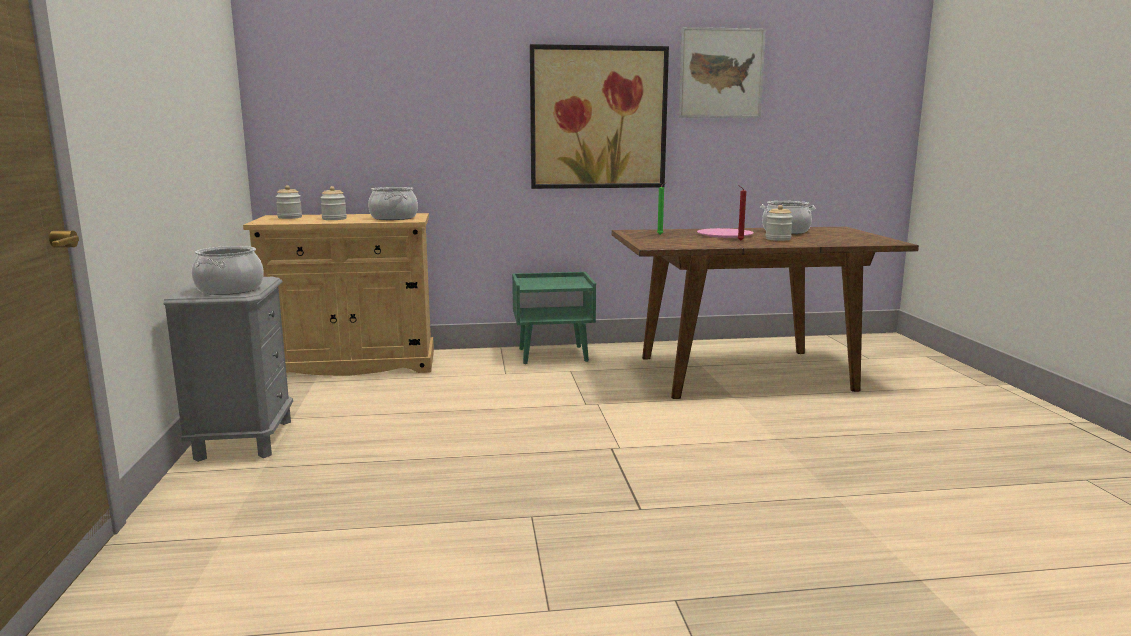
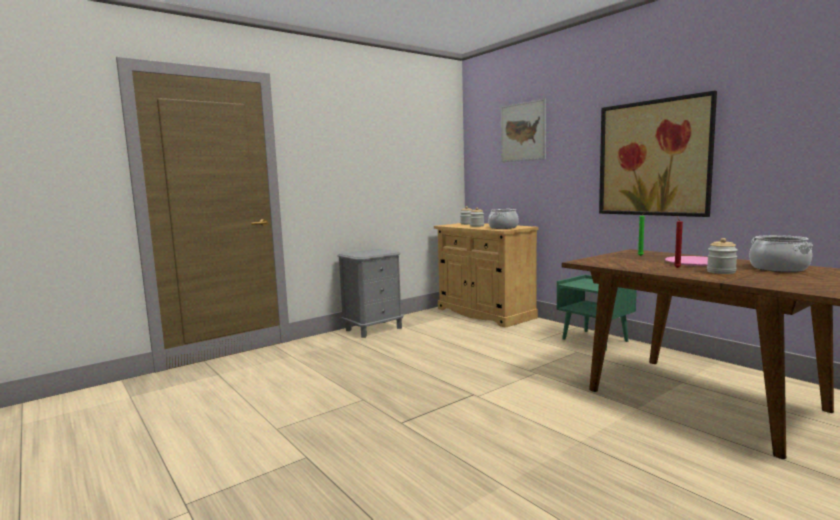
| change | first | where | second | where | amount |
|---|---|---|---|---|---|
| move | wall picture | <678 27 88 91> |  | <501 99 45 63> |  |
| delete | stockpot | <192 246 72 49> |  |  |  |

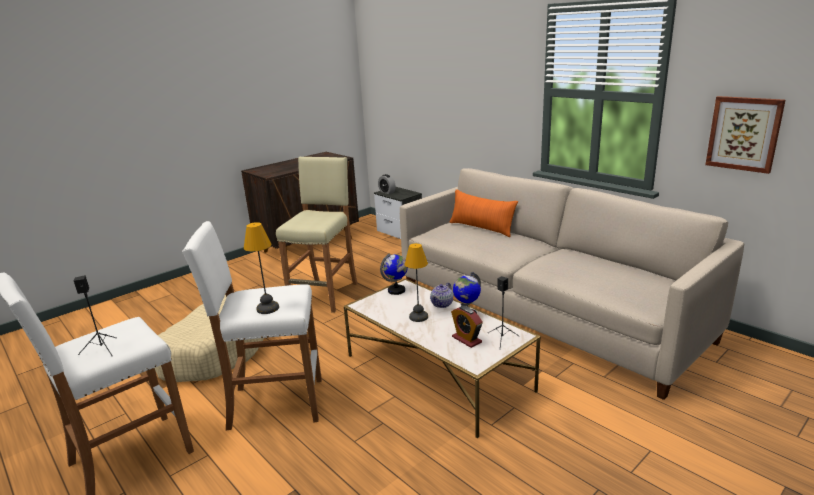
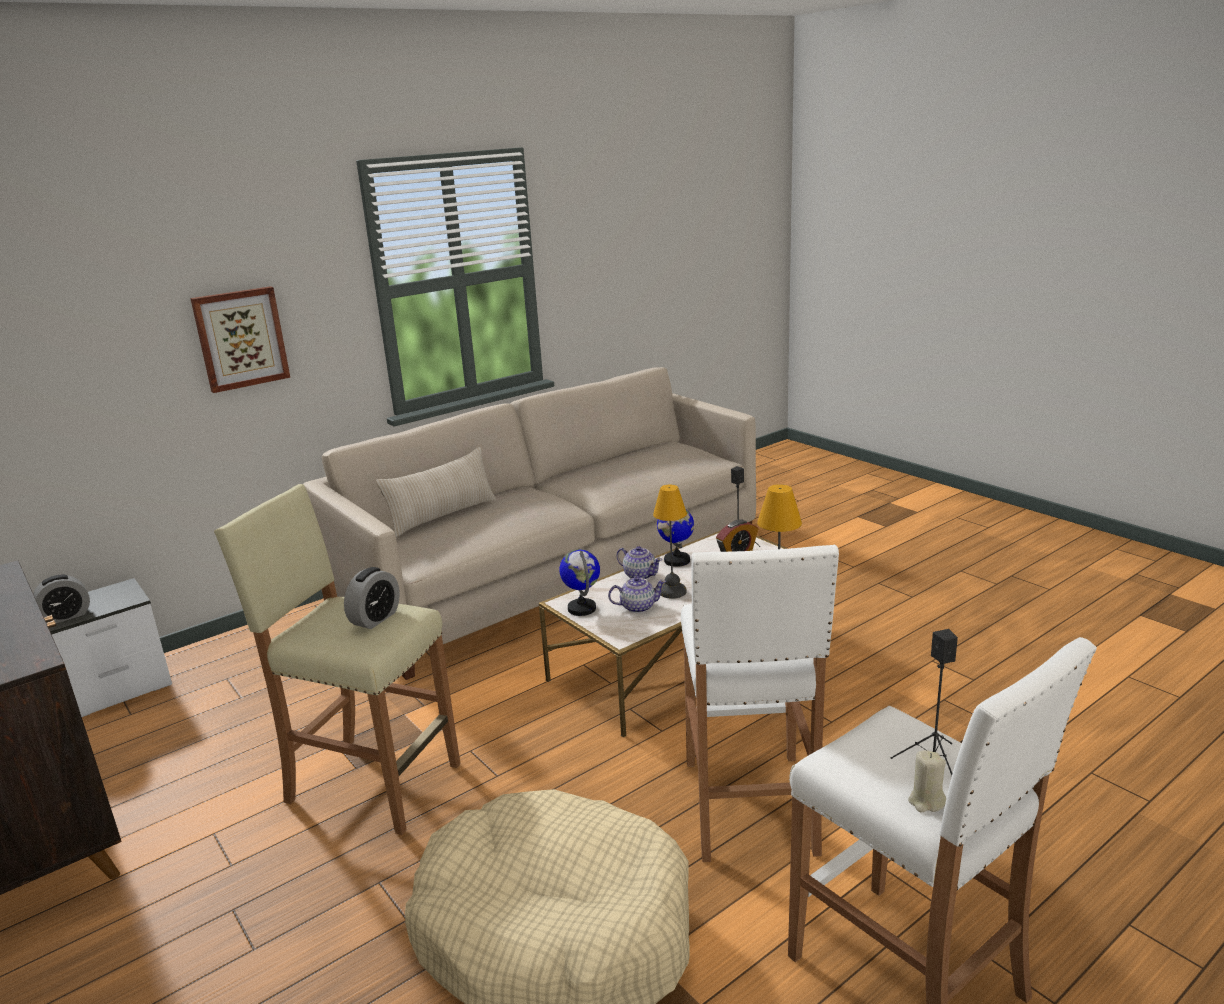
| change | first | where | second | where | amount |
|---|---|---|---|---|---|
| move | wall picture | <705 96 80 78> |  | <190 286 100 107> |  |
| insert |  |  | bedside clock | <344 567 56 62> |  |
| recolor | orange cushion | <449 189 69 48> | beige cushion | <376 447 120 90> |  |
| insert |  |  | tea pot | <608 576 58 37> |  |
| insert |  |  | beige wax candle | <908 750 38 62> |  |

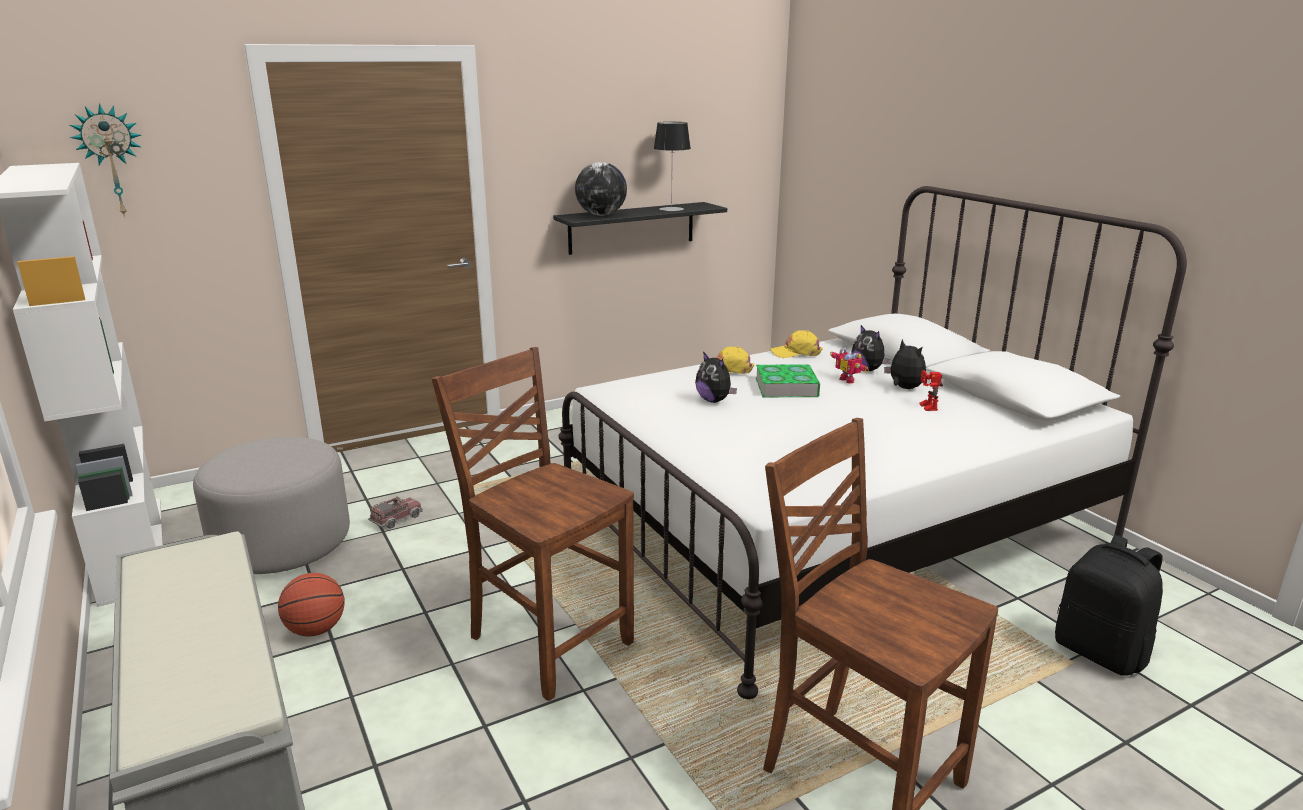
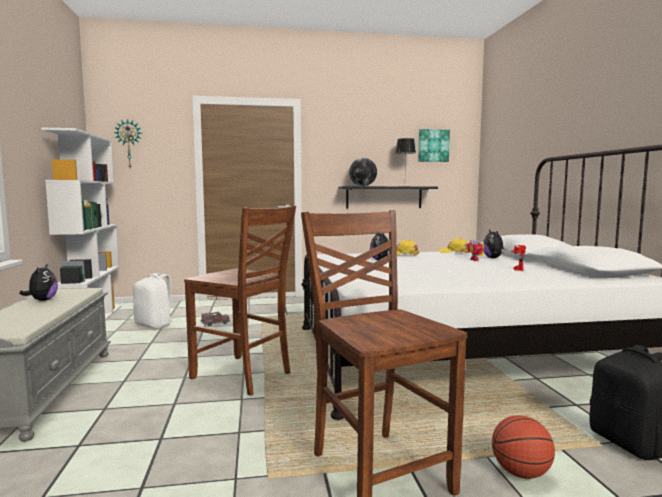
| change | first | where | second | where | amount |
|---|---|---|---|---|---|
| move | cuddly toy | <884 339 42 50> |  | <19 263 39 38> |  |
| replace | grey ottoman | <193 437 157 137> | whitish backpack | <133 273 42 56> |  |
| rotate | brown-coloured chair | <432 347 202 354> |  | <184 205 112 191> | 150 degrees clockwise |
| insert |  |  | wall picture | <418 129 32 33> |  |
| move | ball for basketball | <278 573 67 63> |  | <492 415 63 64> |  |
| delete | book | <756 364 64 33> |  |  |  |

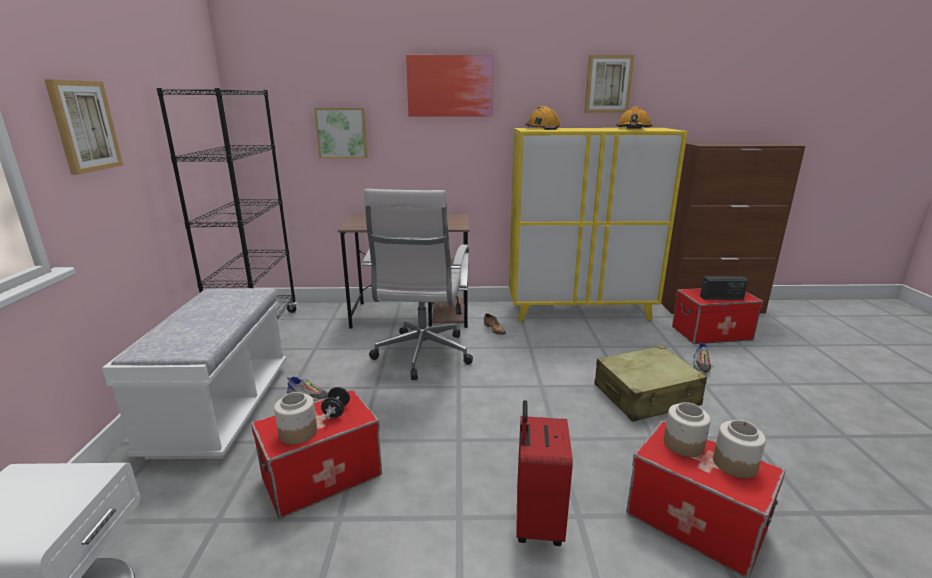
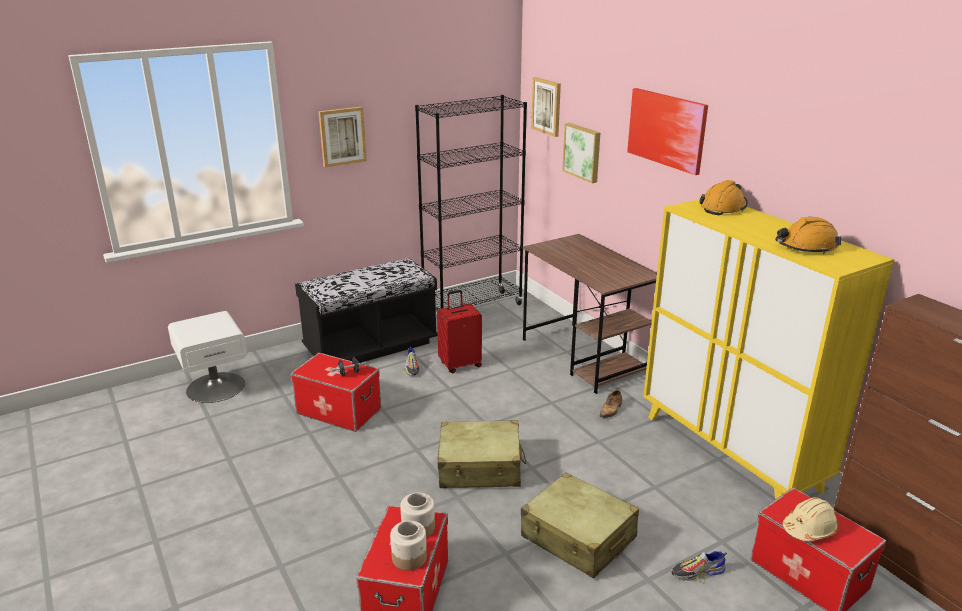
| change | first | where | second | where | amount |
|---|---|---|---|---|---|
| recolor | whitish long seat | <102 288 184 171> | blackish long seat | <295 258 143 105> |  |
| move | red-coloured travel case | <516 400 57 146> |  | <437 290 45 83> |  |
| insert |  |  | beige travel case | <438 420 89 68> |  |
| move | wall picture | <584 55 50 58> |  | <531 77 30 60> |  |
| replace | radio set | <700 276 48 24> | beige work helmet | <783 497 56 44> |  |
| delete | jar | <274 392 43 52> |  |  |  |
| delete | whitish computer chair | <362 189 111 191> |  |  |  |

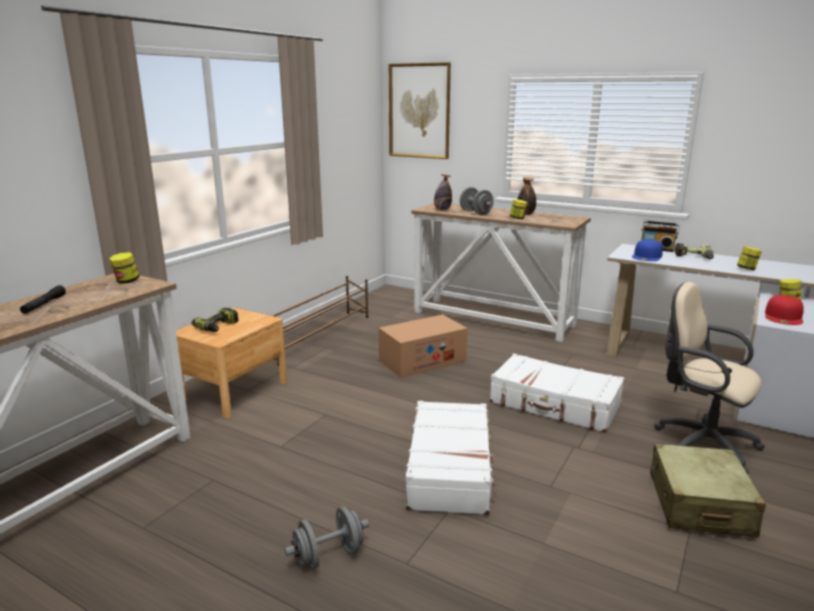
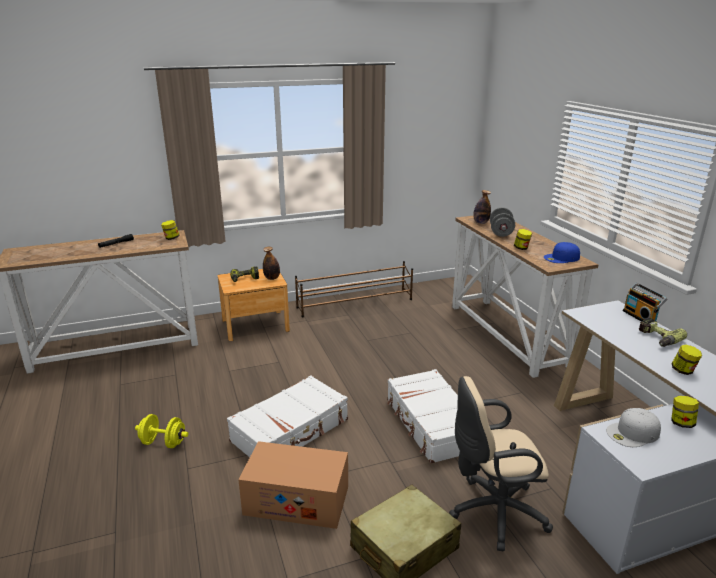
| change | first | where | second | where | amount |
|---|---|---|---|---|---|
| recolor | grey dumbbell | <285 506 84 64> | yellow dumbbell | <135 414 53 34> |  |
| move | packing box | <379 315 89 63> |  | <238 441 110 88> |  |
| move | bottle | <518 177 18 38> |  | <263 247 17 33> |  |
| rotate | beige computer chair | <654 282 111 192> |  | <449 376 104 175> | 90 degrees counterclockwise |
| move | bluish baseball cap | <632 239 31 22> |  | <544 242 36 21> |  |
| recolor | red-coloured baseball cap | <765 295 39 30> | whitish baseball cap | <606 408 55 39> |  |
| delete | wall picture | <389 62 62 97> |  |  |  |

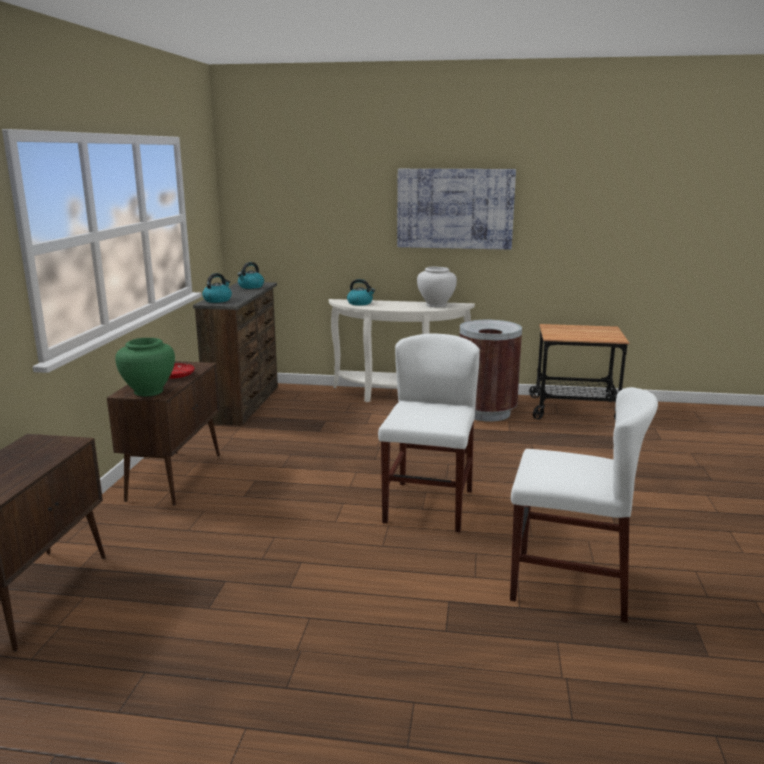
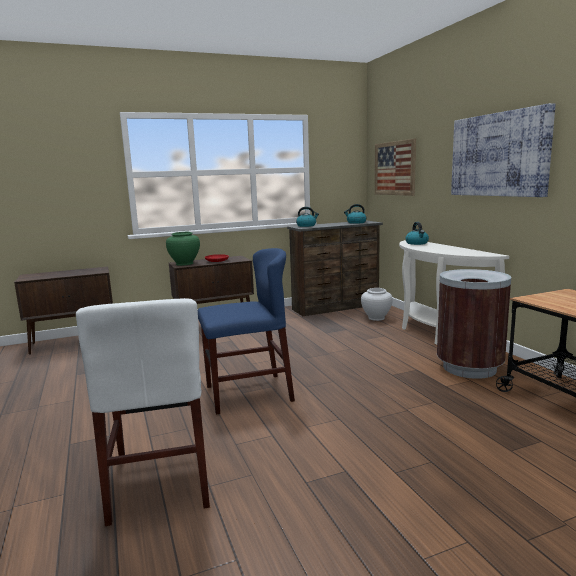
| change | first | where | second | where | amount |
|---|---|---|---|---|---|
| recolor | whitish chair | <378 333 102 200> | bluish chair | <198 248 97 167> |  |
| move | whitish decorative vase | <417 267 40 40> |  | <361 288 32 33> |  |
| insert |  |  | wall picture | <375 139 41 57> |  |

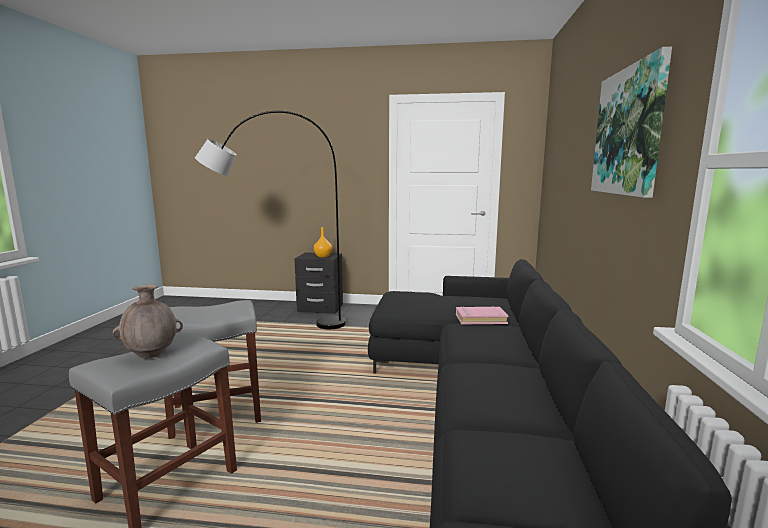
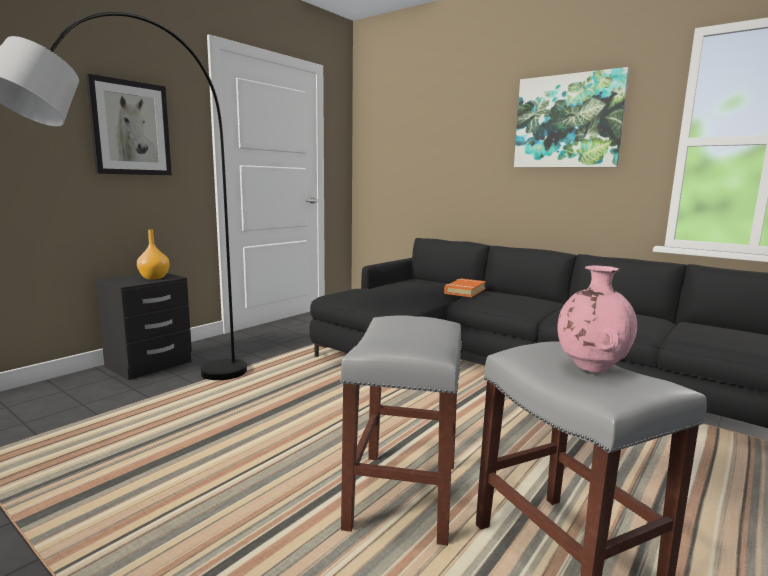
| change | first | where | second | where | amount |
|---|---|---|---|---|---|
| insert |  |  | wall picture | <86 74 86 101> |  |
| recolor | pink-coloured book | <456 306 52 19> | orange book | <444 278 42 19> |  |
| recolor | brown-coloured decorative vase | <113 284 70 74> | pink-coloured decorative vase | <557 266 80 107> |  |

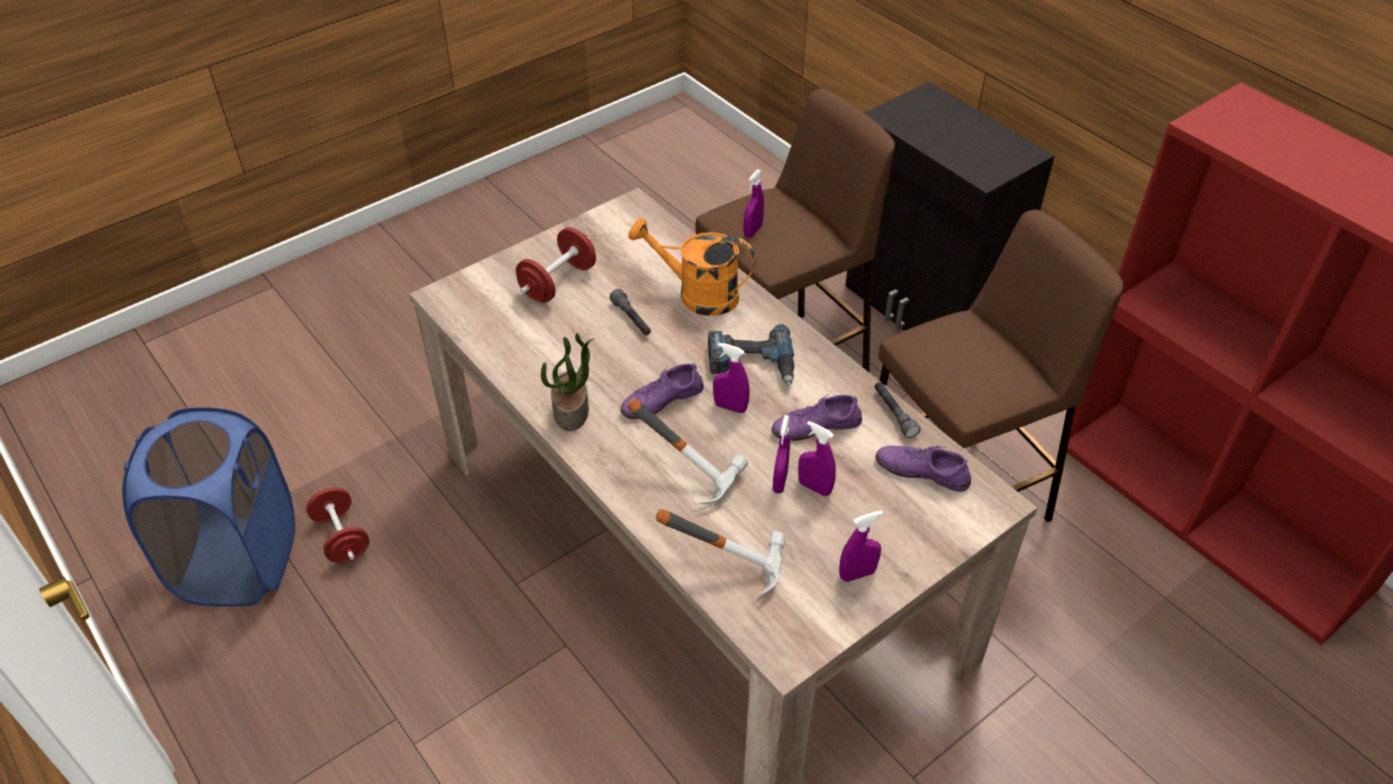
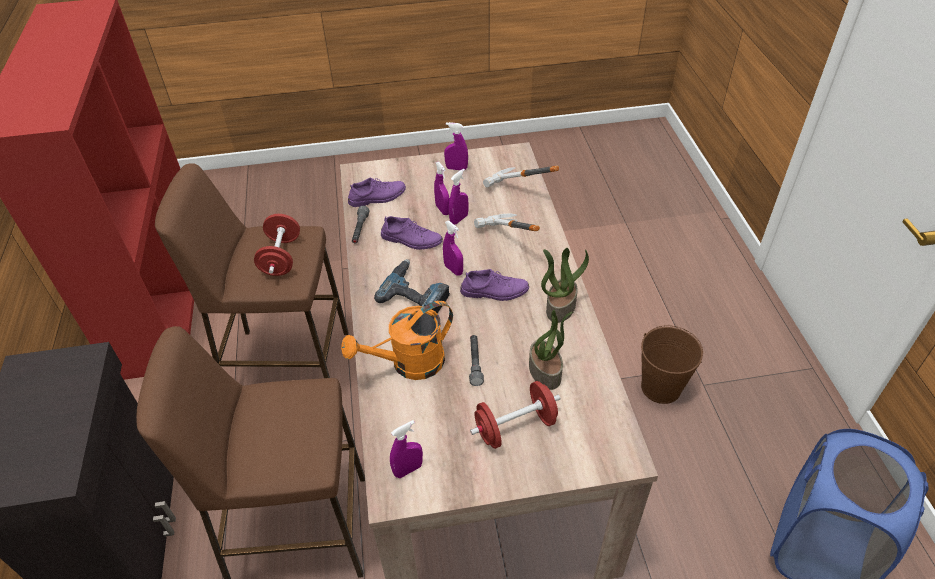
| change | first | where | second | where | amount |
|---|---|---|---|---|---|
| move | red-coloured dumbbell | <306 487 63 76> |  | <254 214 46 62> |  |
| rotate | orange sprinkling can | <628 218 128 98> |  | <341 301 112 79> | 105 degrees clockwise |
| rotate | purple-coloured item of footwear | <875 446 96 46> |  | <348 178 58 29> | 75 degrees counterclockwise |
| move | purple-coloured sprayer | <744 169 20 69> |  | <390 420 33 58> |  |
| insert |  |  | houseplant | <529 310 43 80> |  |
| insert |  |  | brown-coloured pail | <641 325 62 79> |  |

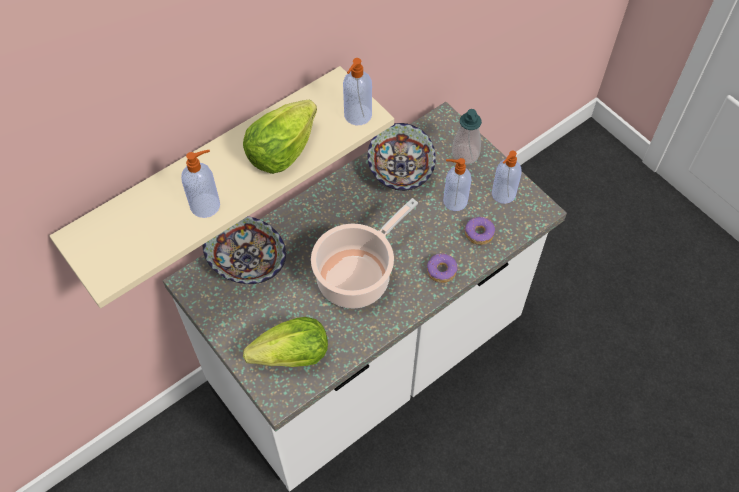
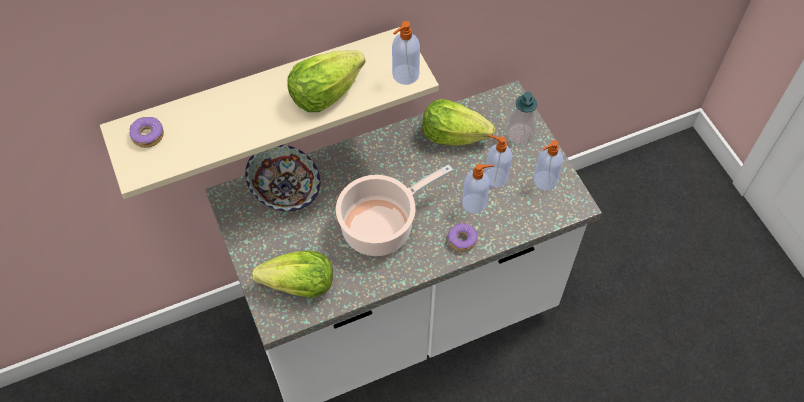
| change | first | where | second | where | amount |
|---|---|---|---|---|---|
| move | donut | <465 217 30 28> |  | <129 117 35 31> |  |
| replace | bowl | <368 123 68 68> | head of lettuce | <422 99 73 47> |  |
| move | soap bottle | <181 150 39 68> |  | <462 164 32 50> |  |

